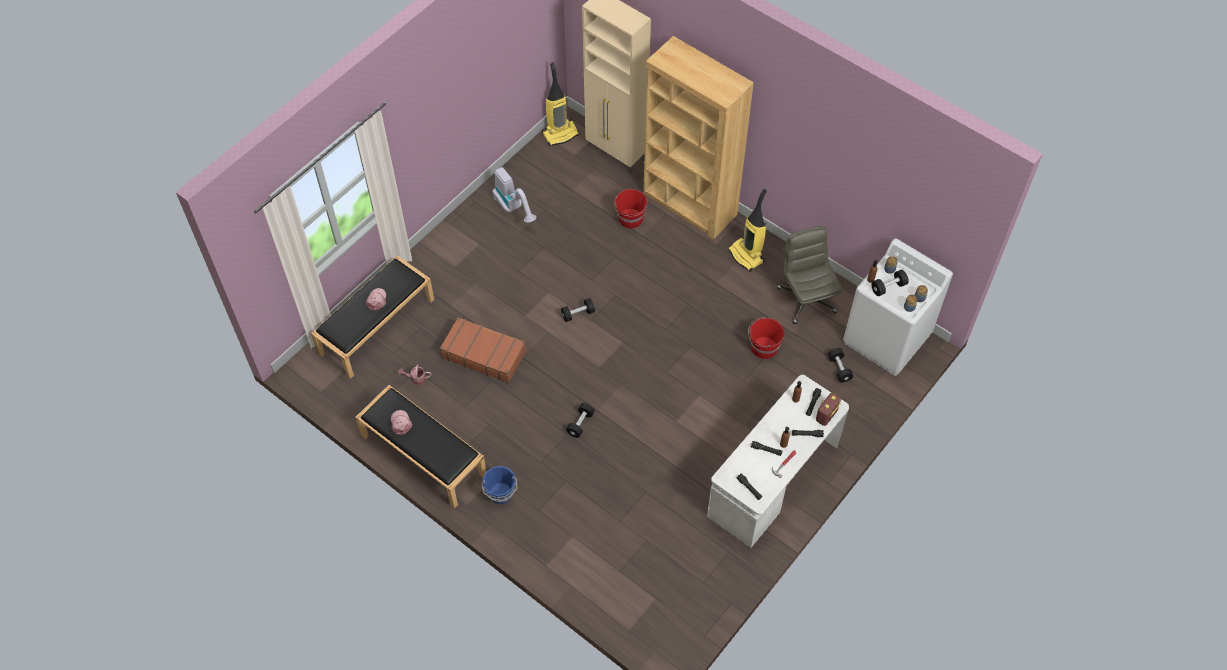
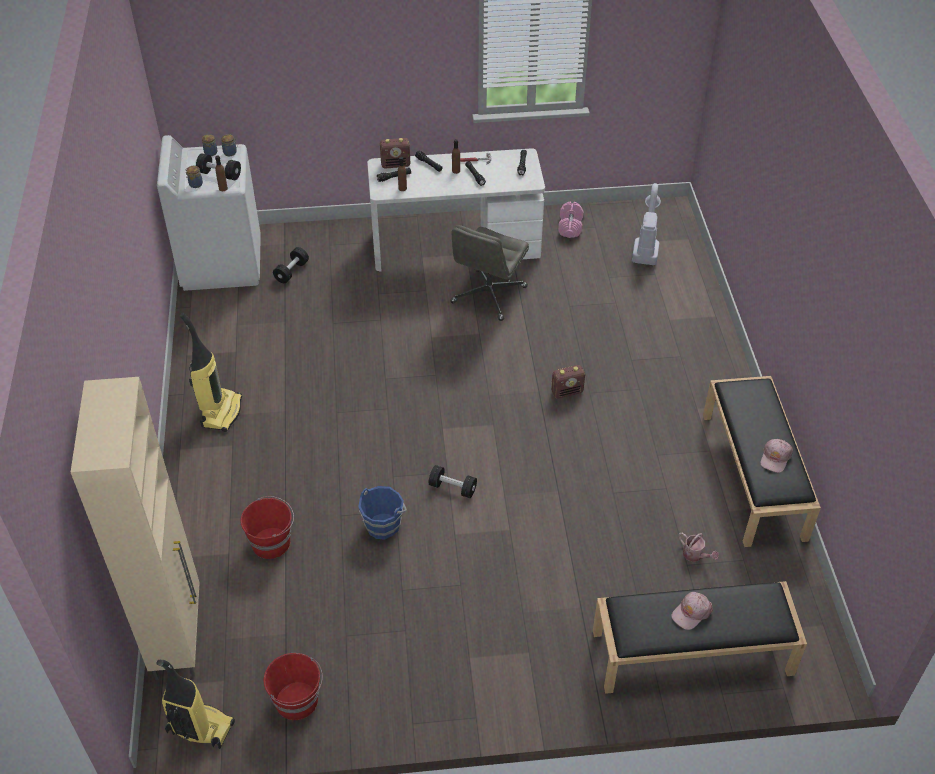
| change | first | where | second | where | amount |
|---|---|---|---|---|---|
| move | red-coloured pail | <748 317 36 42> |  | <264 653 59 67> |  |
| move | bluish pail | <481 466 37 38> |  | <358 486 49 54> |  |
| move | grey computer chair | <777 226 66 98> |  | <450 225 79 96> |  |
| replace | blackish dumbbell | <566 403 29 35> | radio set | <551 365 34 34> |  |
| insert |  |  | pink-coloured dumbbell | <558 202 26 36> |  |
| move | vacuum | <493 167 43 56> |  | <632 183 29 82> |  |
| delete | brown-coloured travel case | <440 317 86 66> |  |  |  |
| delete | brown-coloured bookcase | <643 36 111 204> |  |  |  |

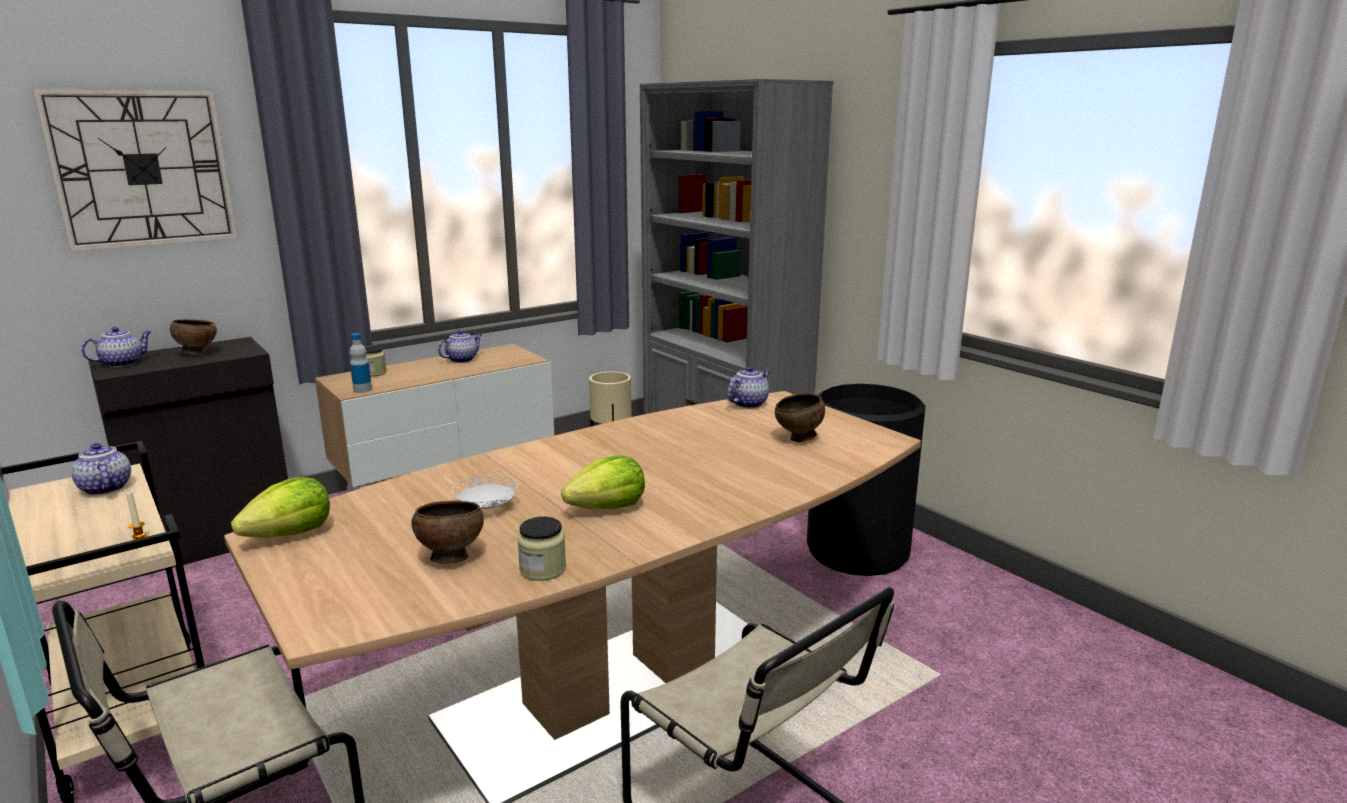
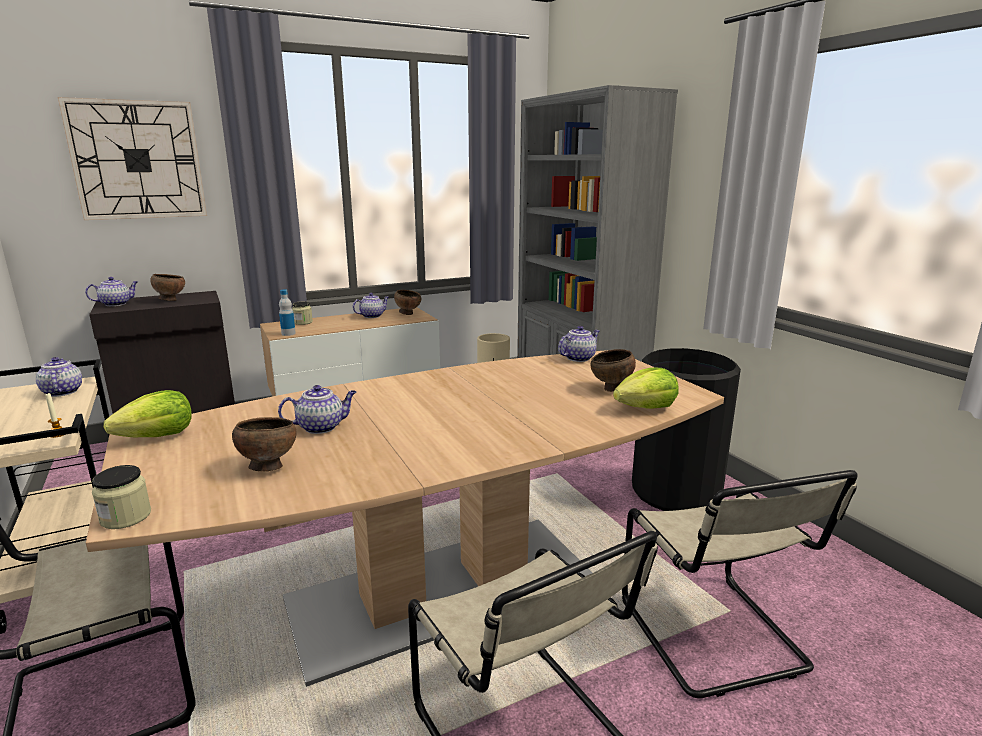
| change | first | where | second | where | amount |
|---|---|---|---|---|---|
| move | jar | <517 517 49 64> |  | <92 465 59 64> |  |
| replace | whitish dinner plate | <452 475 66 34> | tea pot | <278 385 78 49> |  |
| insert |  |  | brown-coloured bowl | <394 290 28 25> |  |
| move | head of lettuce | <561 455 84 54> |  | <613 368 66 41> |  |
| insert |  |  | beige chair | <622 470 236 228> |  |

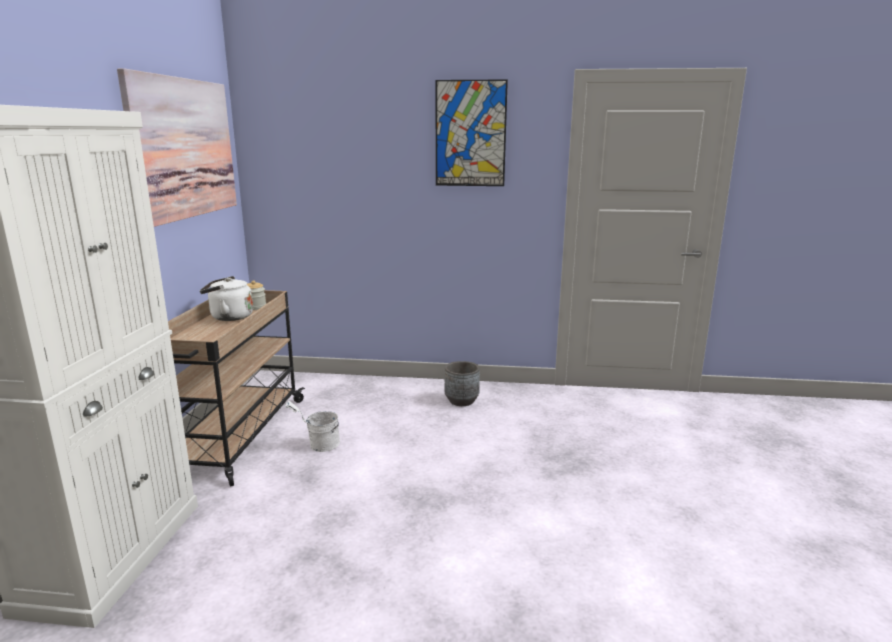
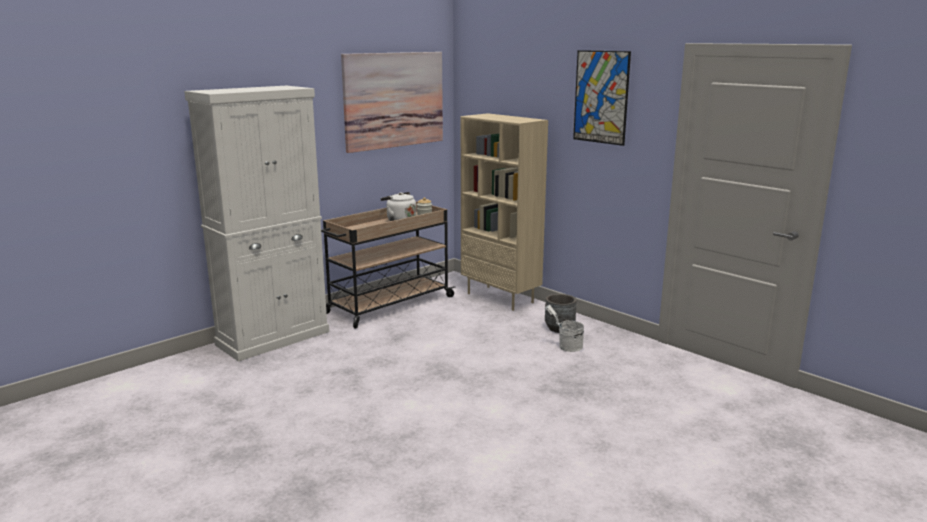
| change | first | where | second | where | amount |
|---|---|---|---|---|---|
| insert |  |  | beige bookcase | <461 113 87 198> |  |
| move | whitish pail | <285 401 55 51> |  | <544 305 40 47> |  |

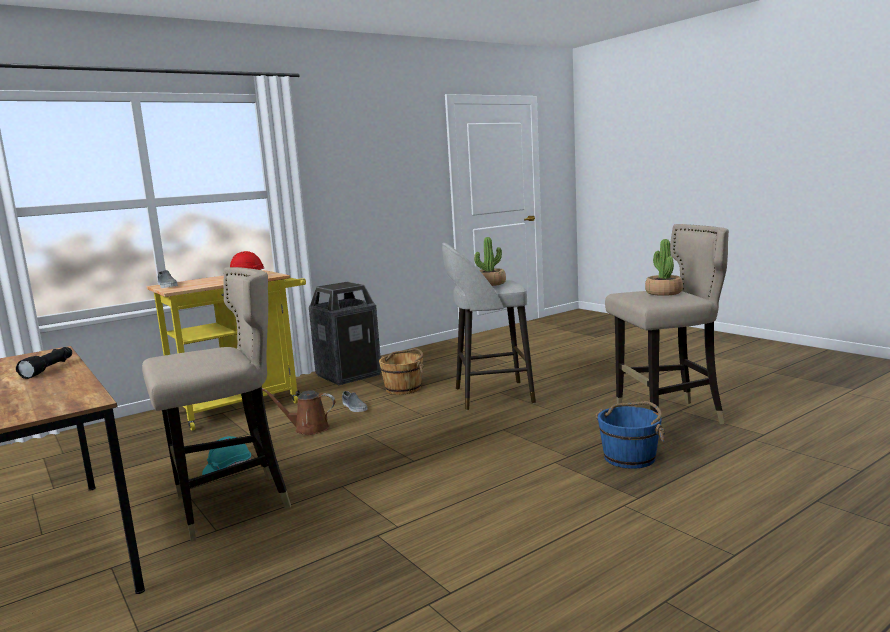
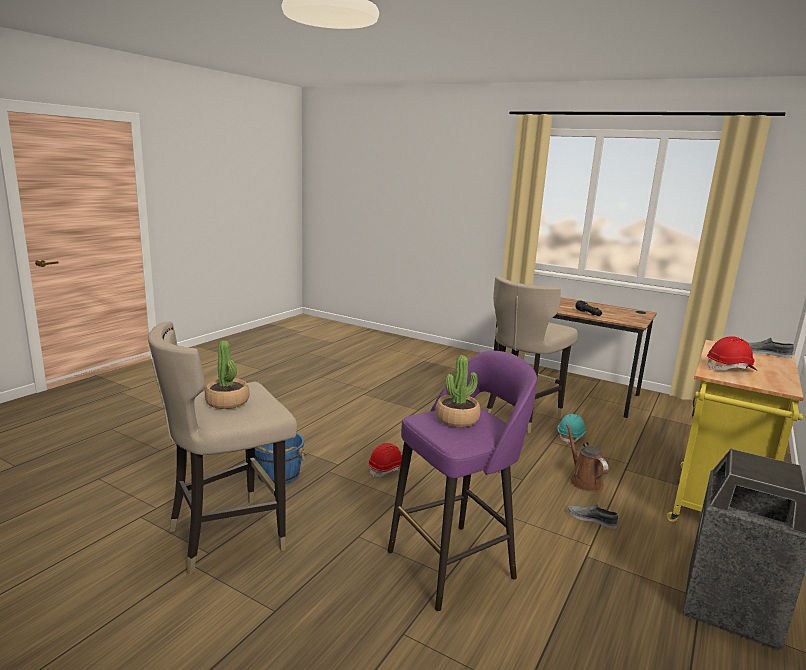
| change | first | where | second | where | amount |
|---|---|---|---|---|---|
| insert |  |  | red-coloured work helmet | <368 443 34 35> |  |
| recolor | grey stool seat | <442 243 94 167> | purple-coloured stool seat | <388 351 149 260> |  |
| rotate | brown-coloured sprinkling can | <262 388 73 47> |  | <566 424 42 68> | 90 degrees counterclockwise |
| delete | brown-coloured pail | <379 348 45 47> |  |  |  |

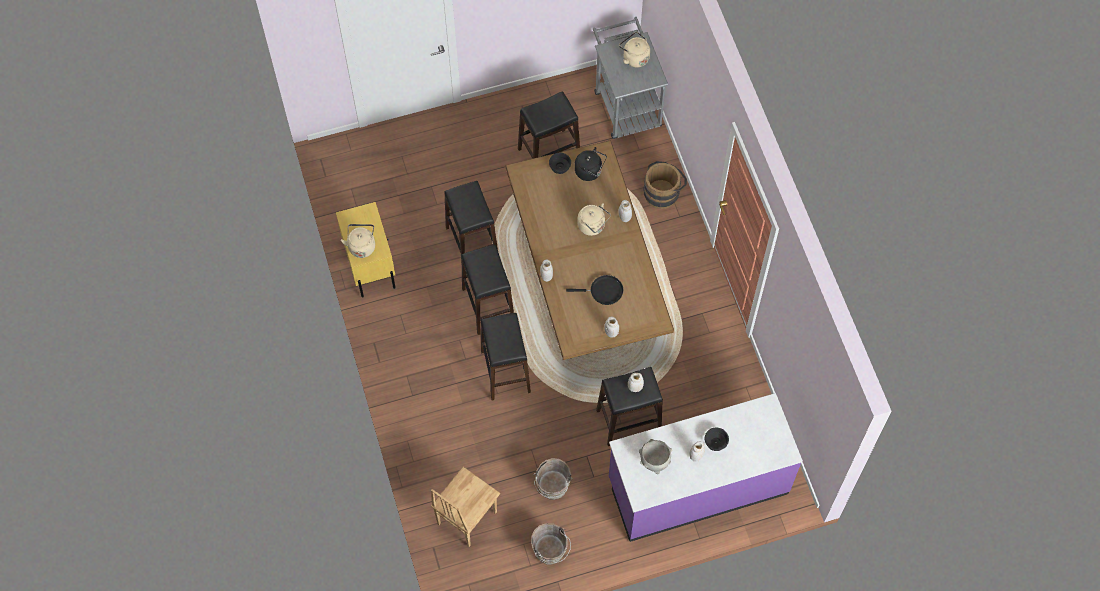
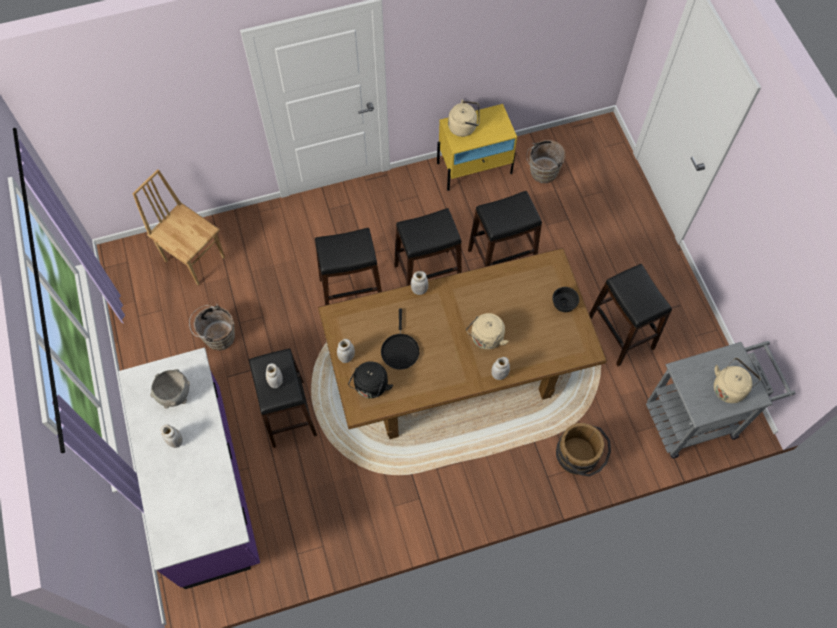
| change | first | where | second | where | amount |
|---|---|---|---|---|---|
| move | blackish water kettle | <575 147 32 34> |  | <348 361 45 37> |  |
| move | brown-coloured pail | <531 523 40 42> |  | <526 140 40 43> |  |
| delete | blackish bowl | <705 428 24 23> |  |  |  |

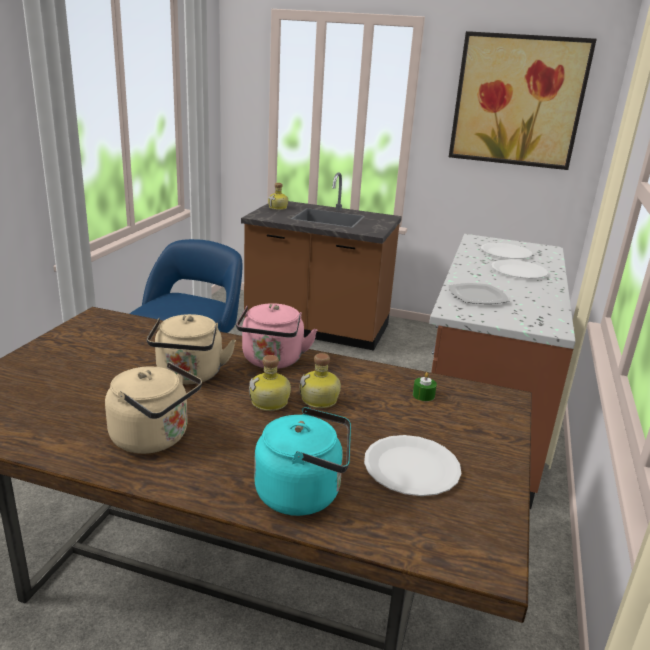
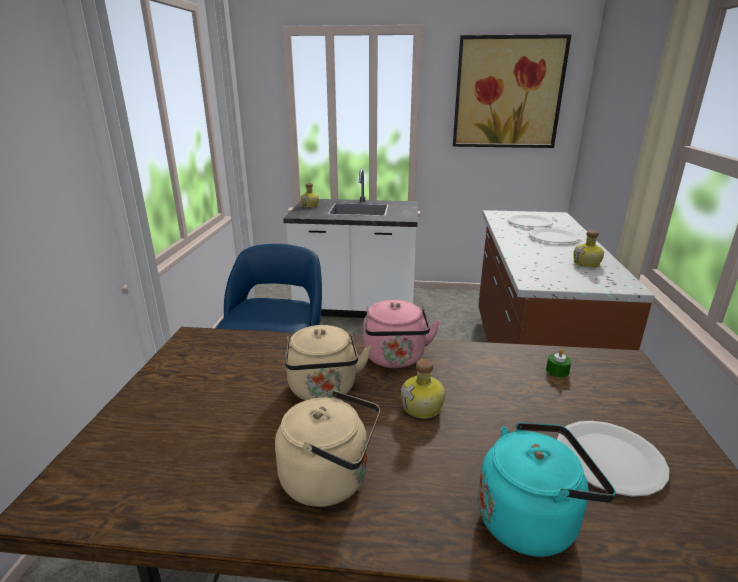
| change | first | where | second | where | amount |
|---|---|---|---|---|---|
| recolor | brown-coloured kitchen base unit | <241 172 161 179> | whitish kitchen base unit | <283 169 135 149> |  |
| move | bottle | <300 353 41 55> |  | <573 230 31 37> |  |
| delete | dinner plate | <448 283 61 21> |  |  |  |

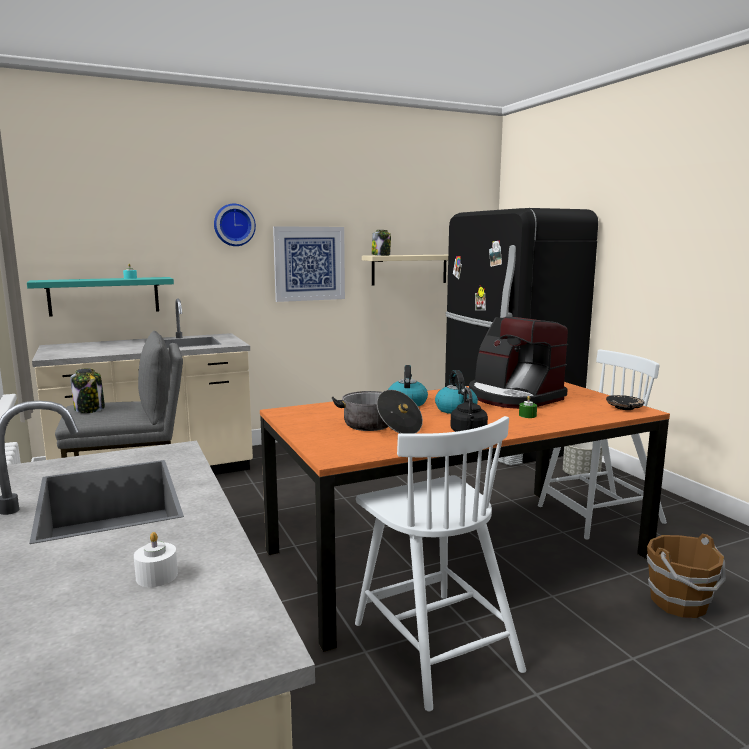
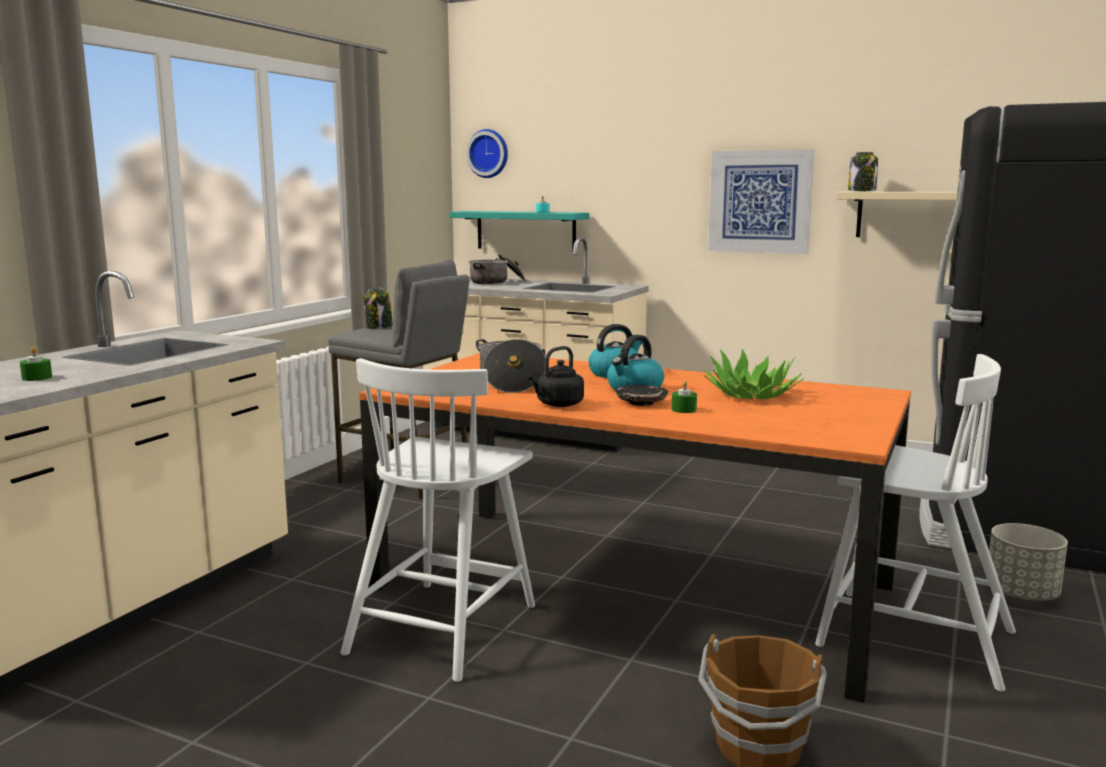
| change | first | where | second | where | amount |
|---|---|---|---|---|---|
| recolor | whitish wax candle | <134 532 44 55> | green-coloured wax candle | <20 347 32 34> |  |
| move | wall clock | <214 204 42 42> |  | <466 129 42 49> |  |
| insert |  |  | stockpot | <469 254 57 30> |  |
| move | blackish dinner plate | <606 395 39 15> |  | <616 385 52 21> |  |
| replace | coffee maker | <469 317 99 92> | houseplant | <704 349 99 50> |  |

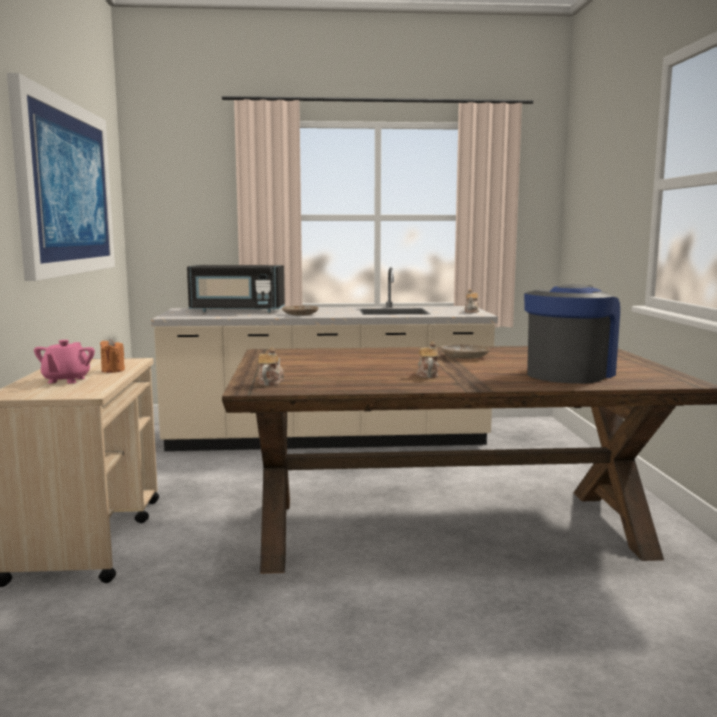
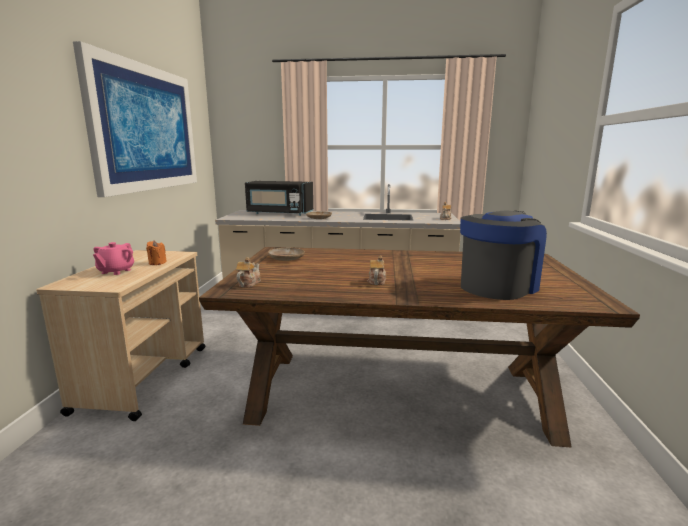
| change | first | where | second | where | amount |
|---|---|---|---|---|---|
| move | beige dinner plate | <441 344 48 15> |  | <268 248 37 13> |  |

